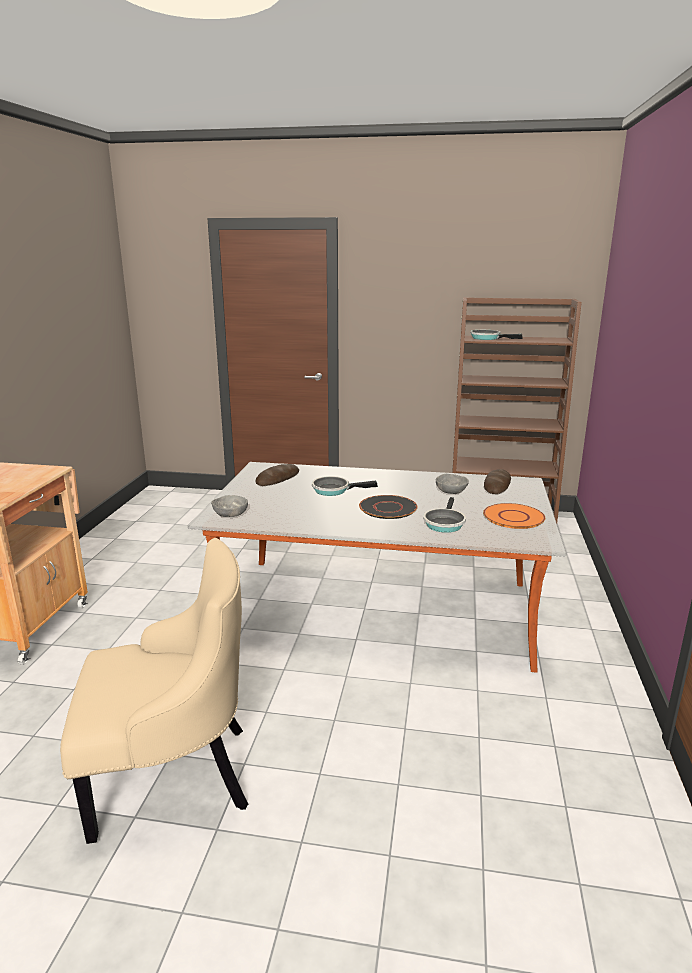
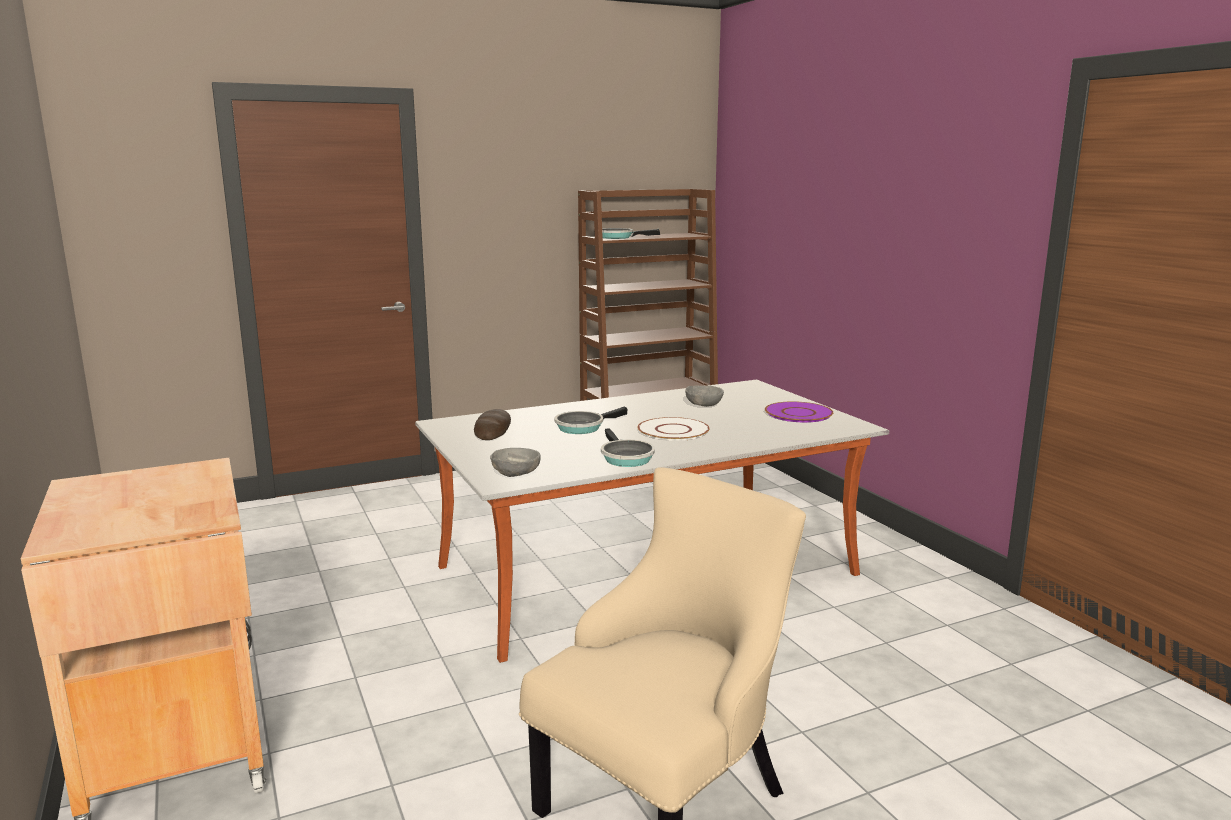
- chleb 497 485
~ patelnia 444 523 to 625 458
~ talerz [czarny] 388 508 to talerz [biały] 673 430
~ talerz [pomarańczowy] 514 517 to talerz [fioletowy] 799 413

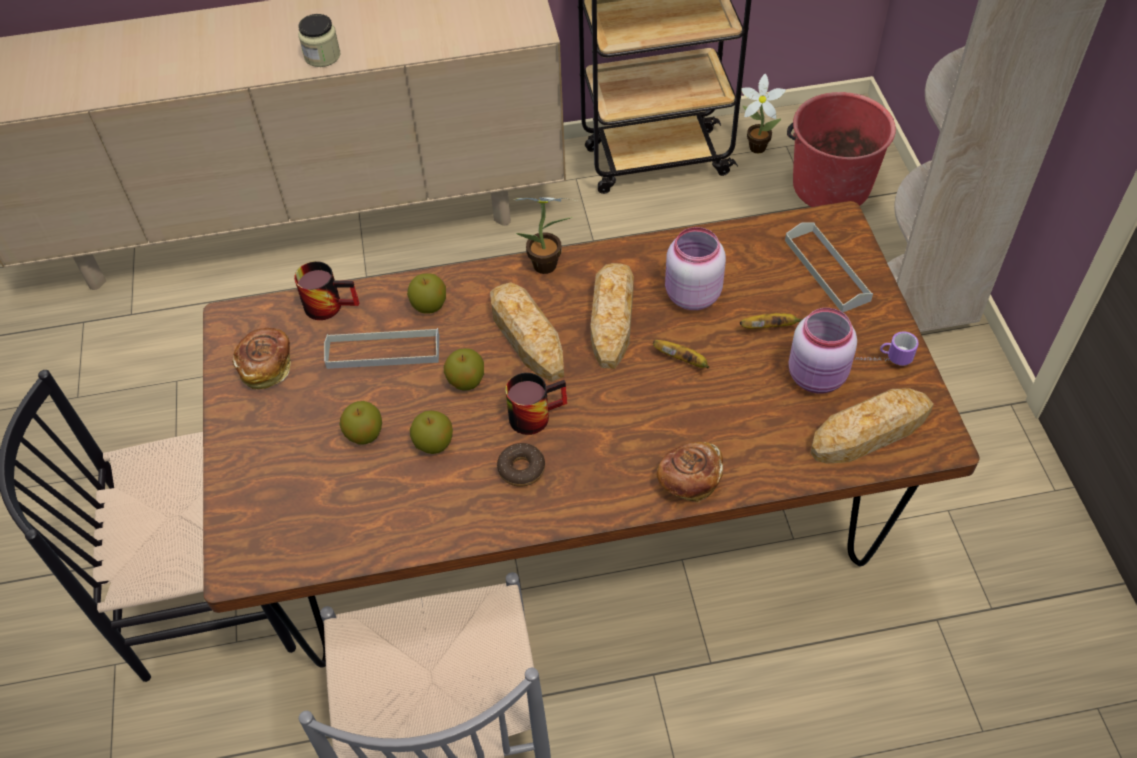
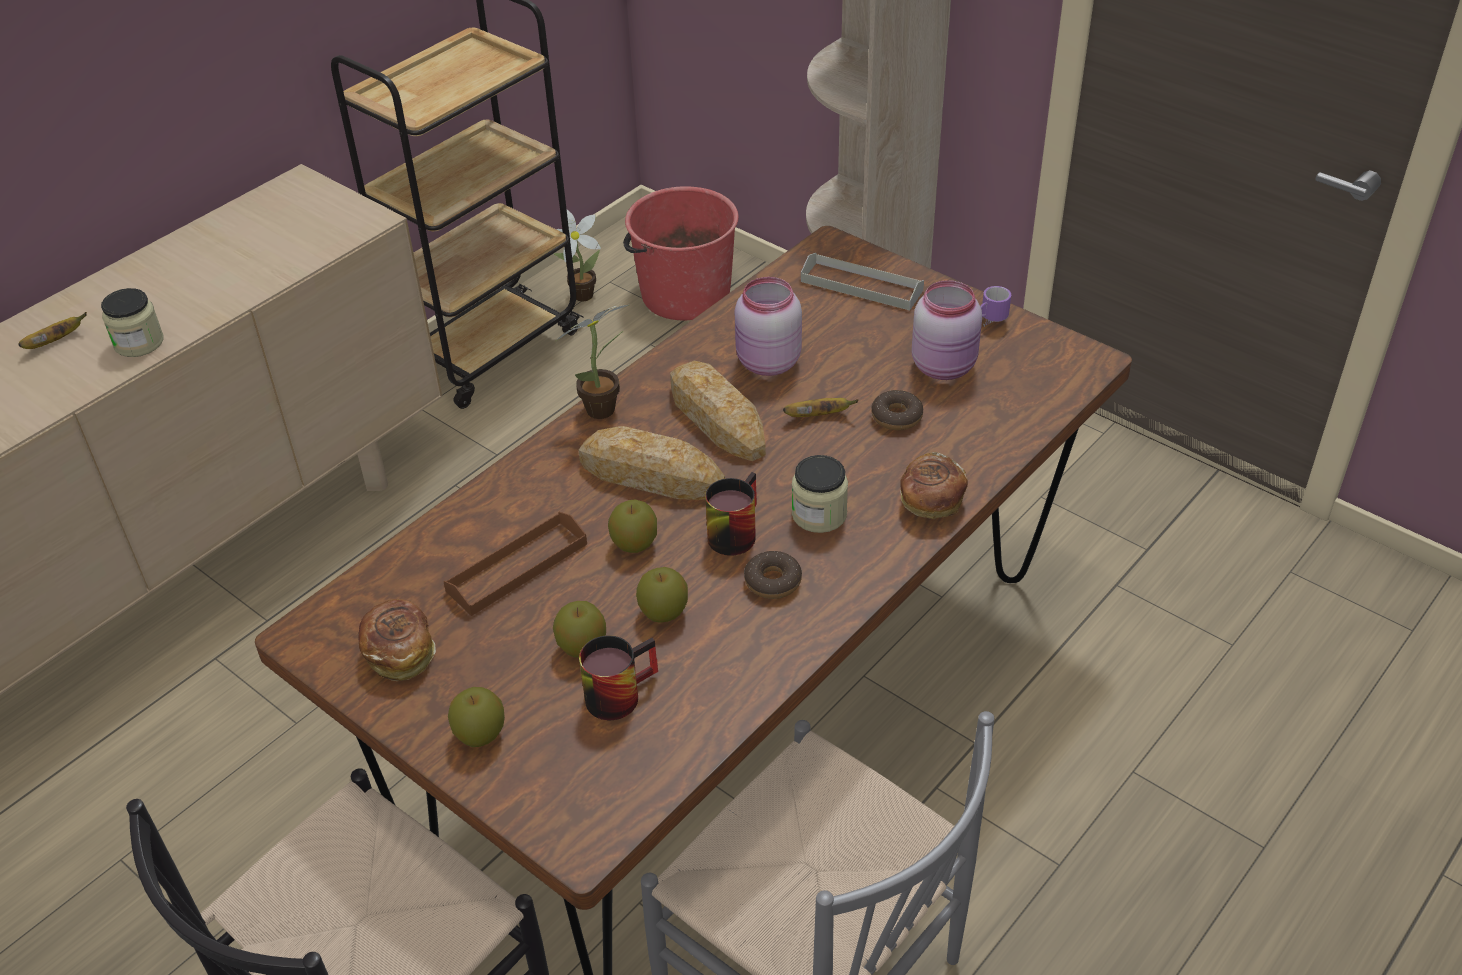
- chleb 871 431
+ słoik 819 514
+ donut 896 417
~ kubek 330 303 to 617 691
~ jabłko 429 306 to 480 734
~ banan 769 327 to 55 341
~ taca [szary] 383 351 to taca [brązowy] 517 567

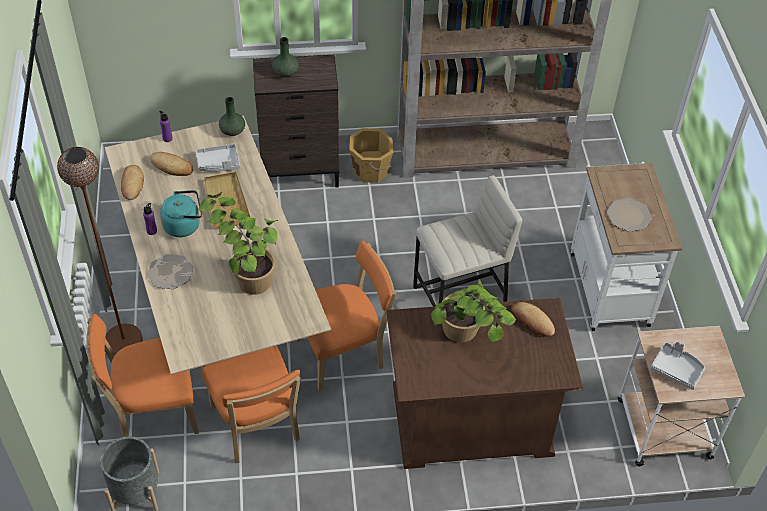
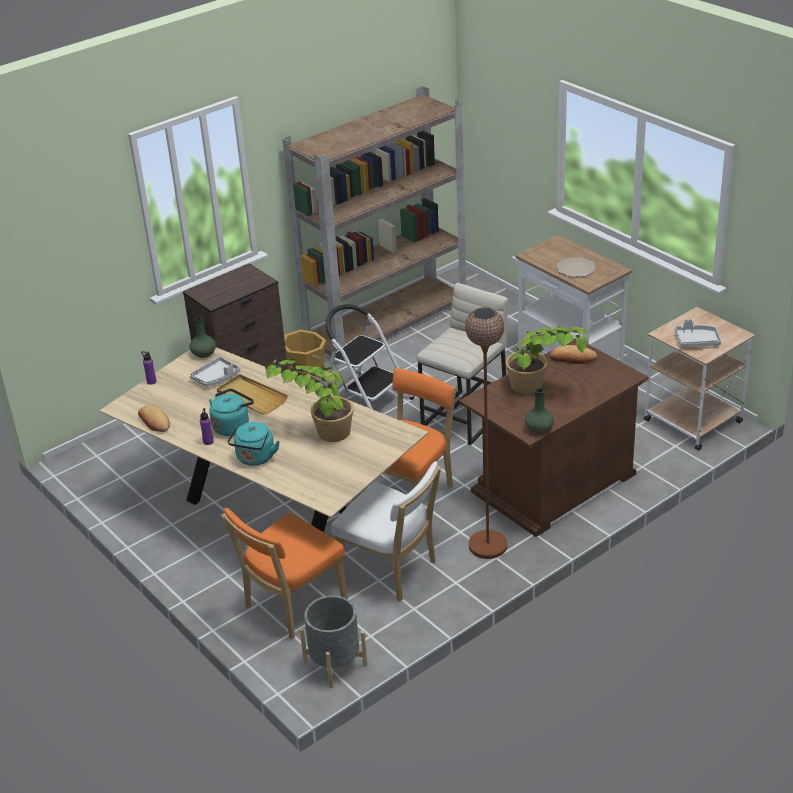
- chleb 171 166
+ drabinka 366 401
~ lampa stojąca [brązowy] 123 341 to 488 546
~ wazon [zielony] 286 72 to 539 428
~ talerz 169 272 to czajnik [turkusowy] 255 459
~ krzesło [pomarańczowy] 257 427 to krzesło [biały] 391 571

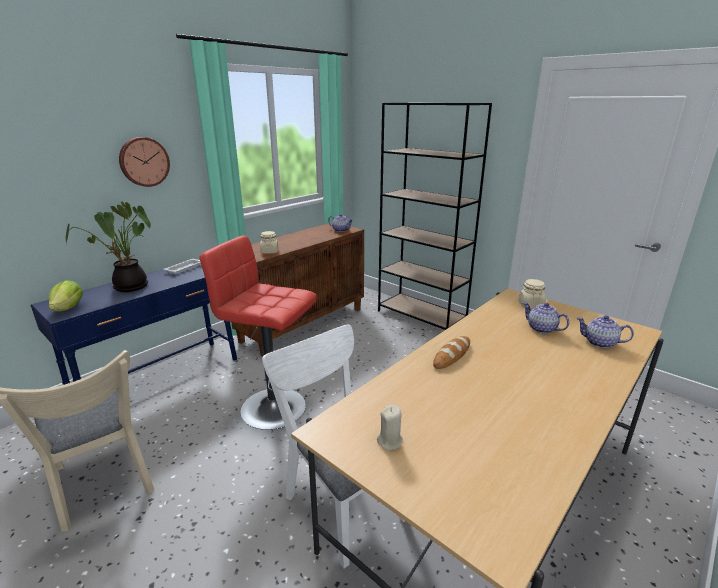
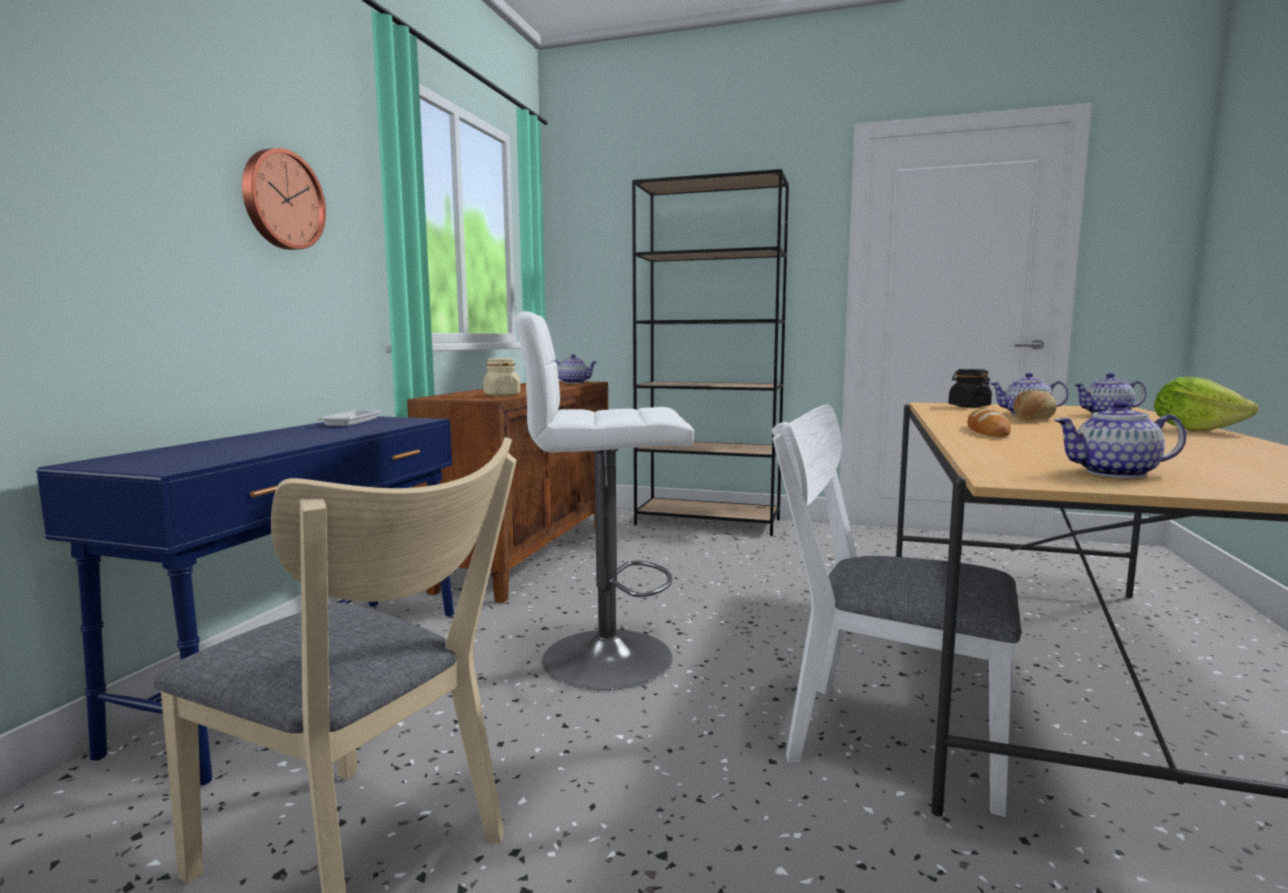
- roślina doniczkowa 128 288
+ chleb 1033 419
~ sałata 68 308 to 1195 429
~ świeca [beżowy] 390 441 to imbryk 1114 473
~ stołek [czerwony] 273 407 to stołek [biały] 606 658
~ słoik [beżowy] 530 305 to słoik [czarny] 968 406

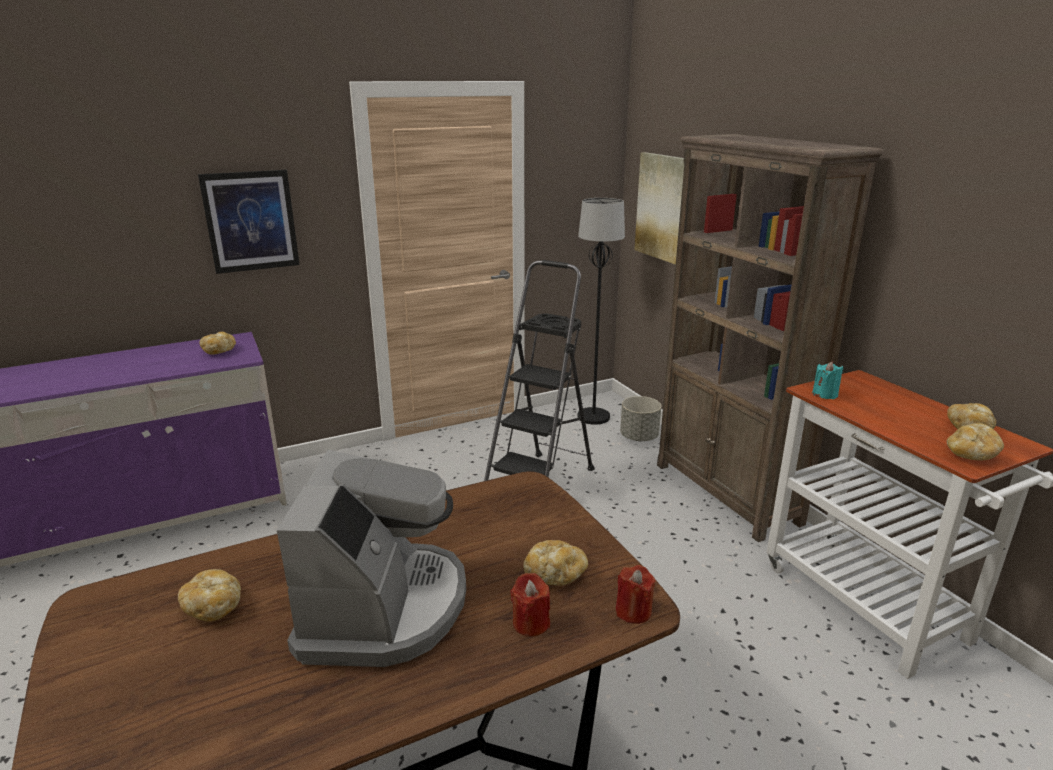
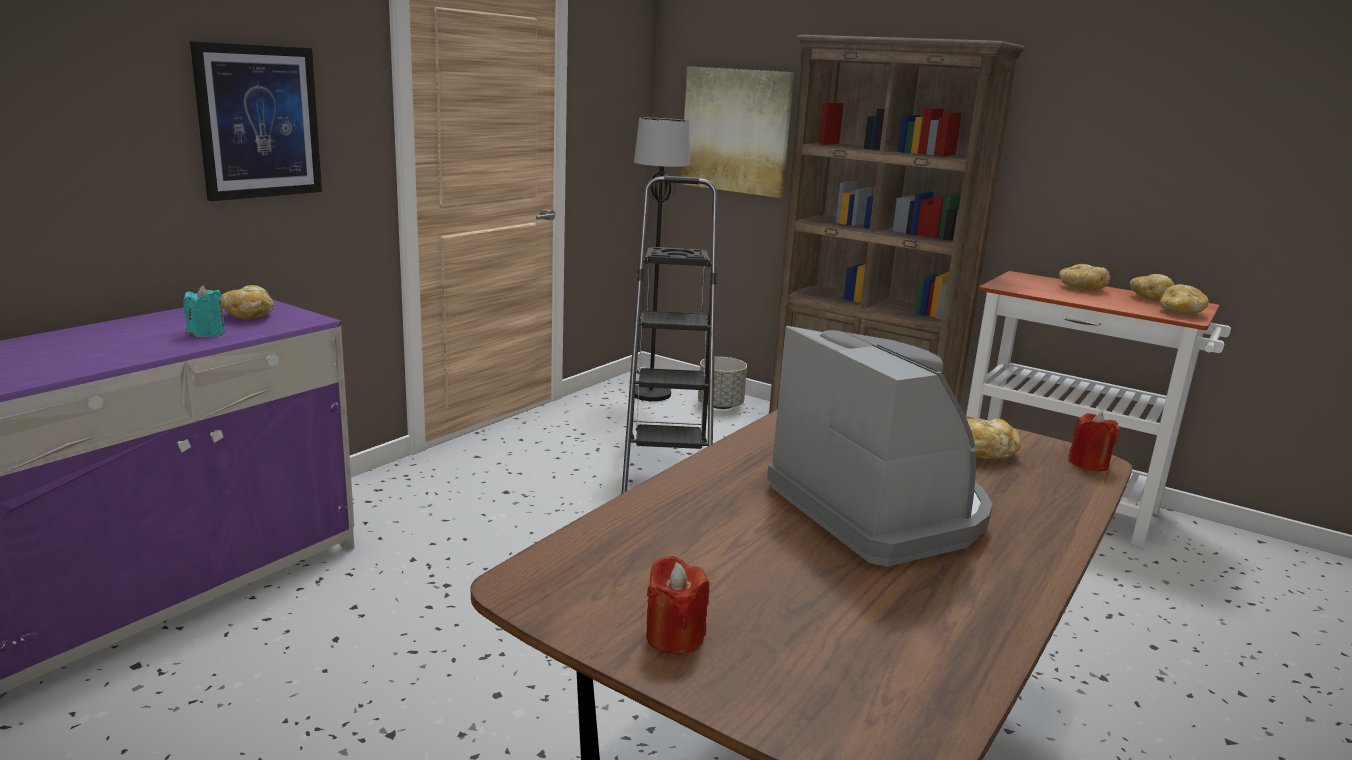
~ chleb 213 606 to 1081 288
~ świeca [czerwony] 530 623 to 674 637
~ świeca [turkusowy] 825 394 to 207 333

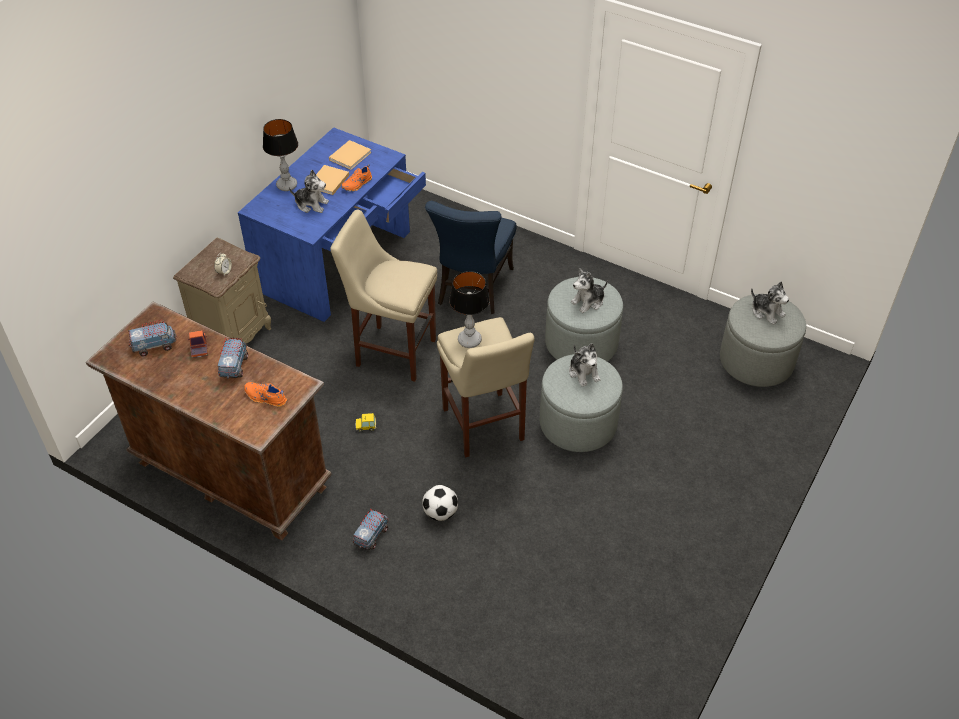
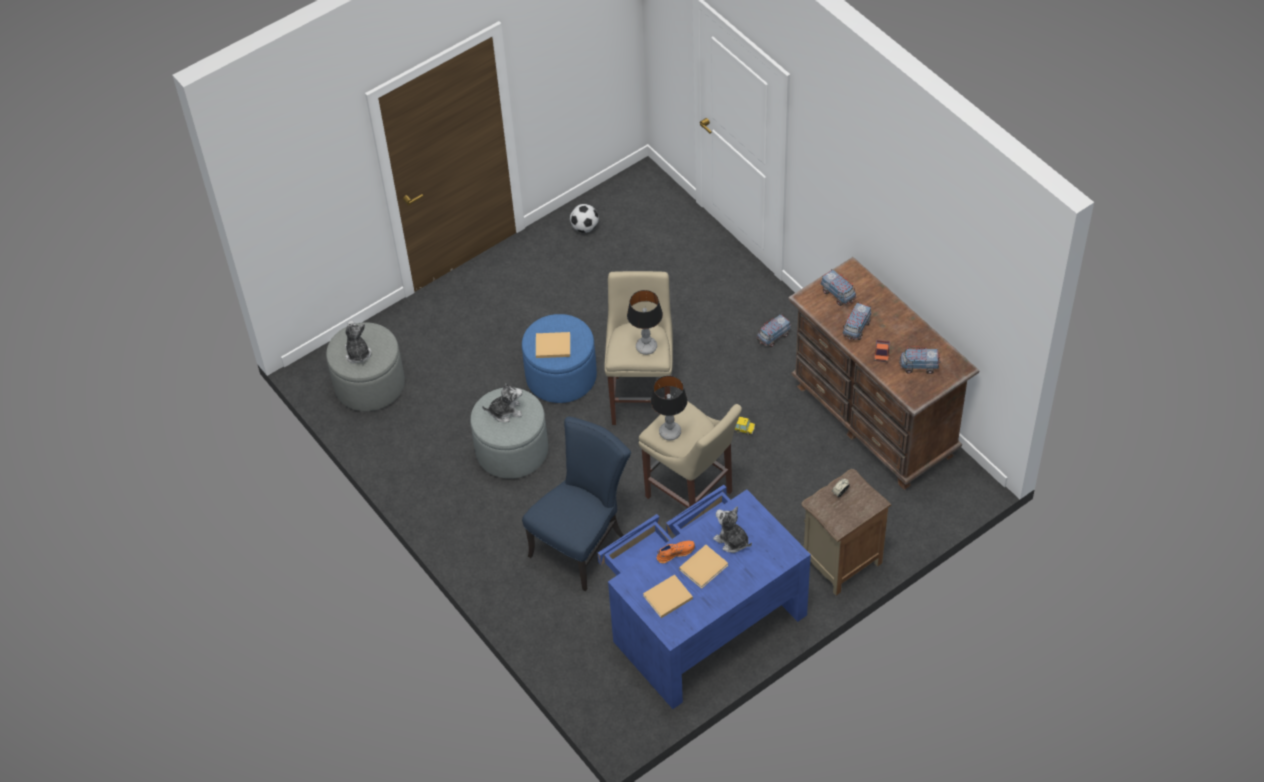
~ lampa stołowa 287 186 to 670 432
~ piłka futbolowa 440 513 to 585 227
~ but [pomarańczowy] 265 398 to ciężarówka zabawkowa 838 294
~ pluszak 584 372 to książka [beżowy] 551 346
~ pufa [szary] 578 423 to pufa [niebieski] 561 376

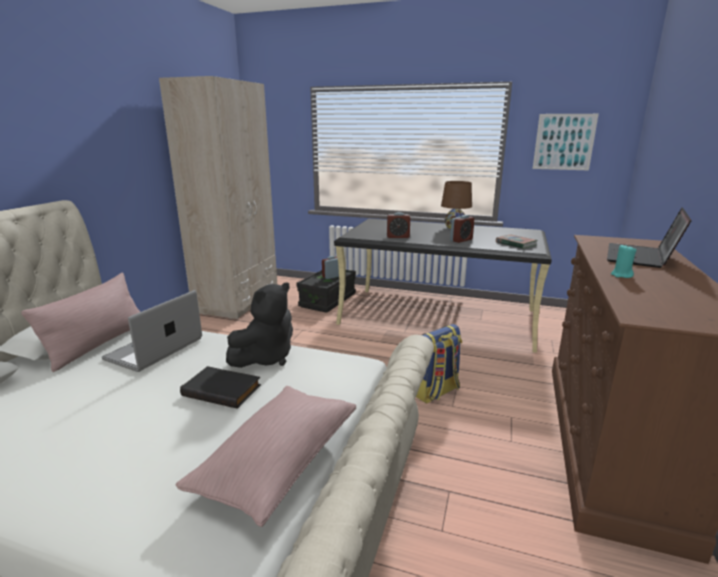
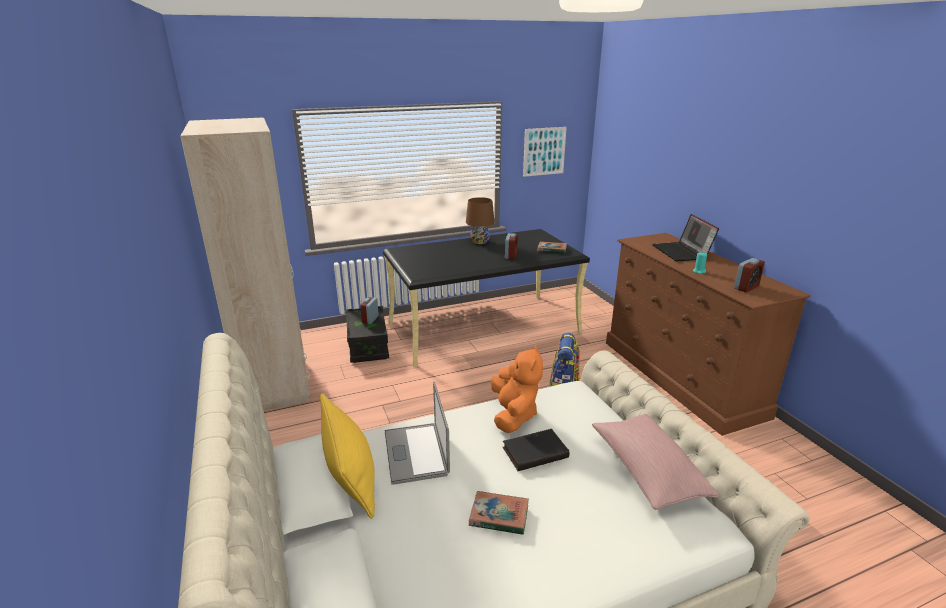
+ książka 499 516
~ budzik 398 237 to 746 287
~ poduszka [różowy] 99 343 to poduszka [żółty] 350 476
~ pluszak [czarny] 266 358 to pluszak [pomarańczowy] 513 415

